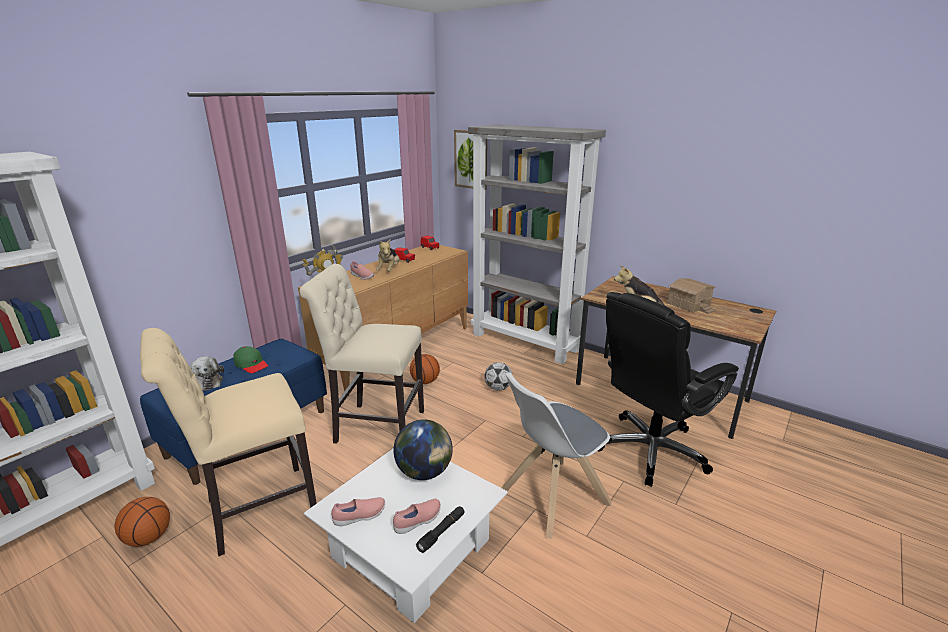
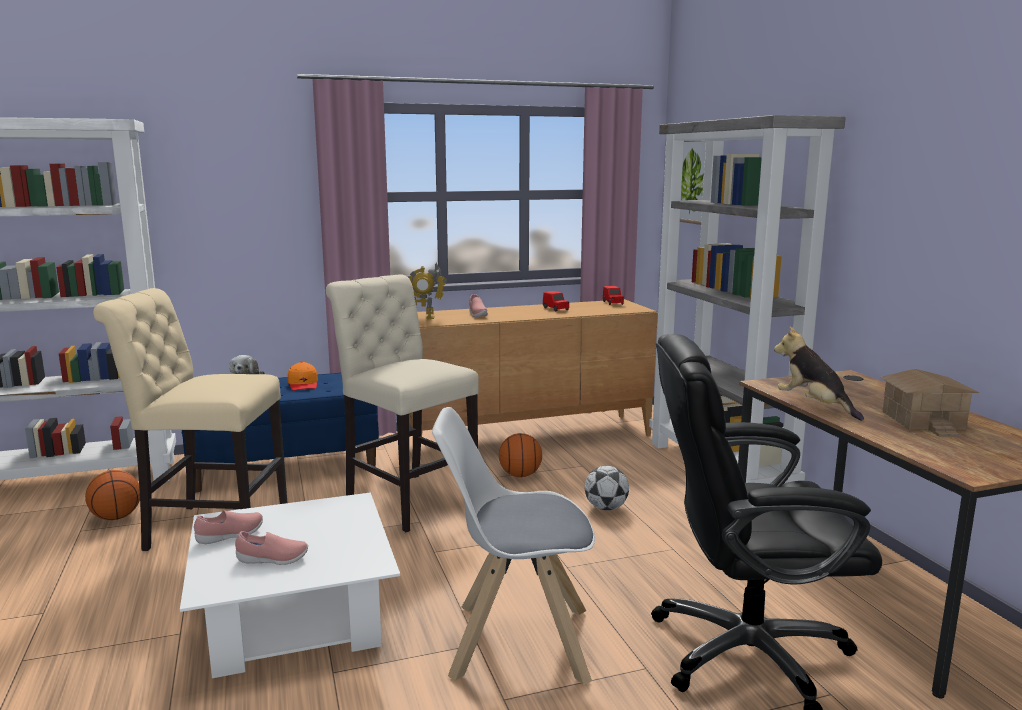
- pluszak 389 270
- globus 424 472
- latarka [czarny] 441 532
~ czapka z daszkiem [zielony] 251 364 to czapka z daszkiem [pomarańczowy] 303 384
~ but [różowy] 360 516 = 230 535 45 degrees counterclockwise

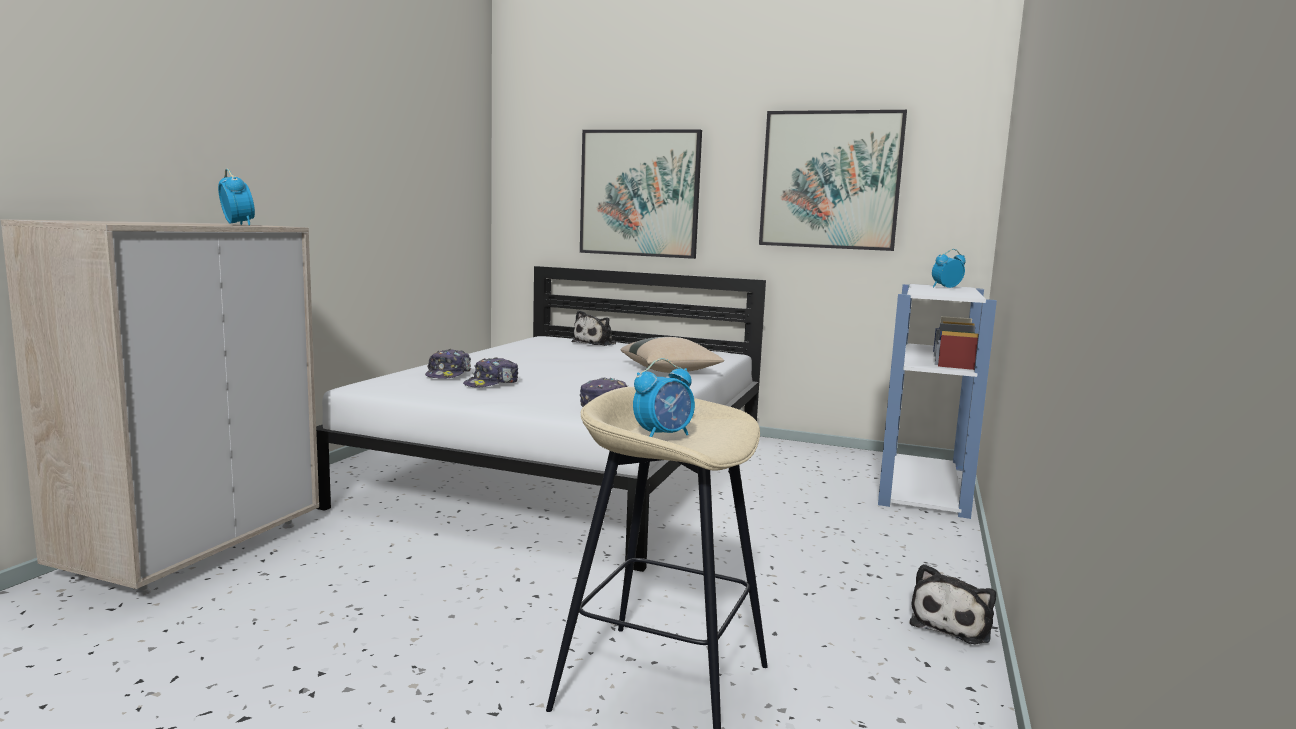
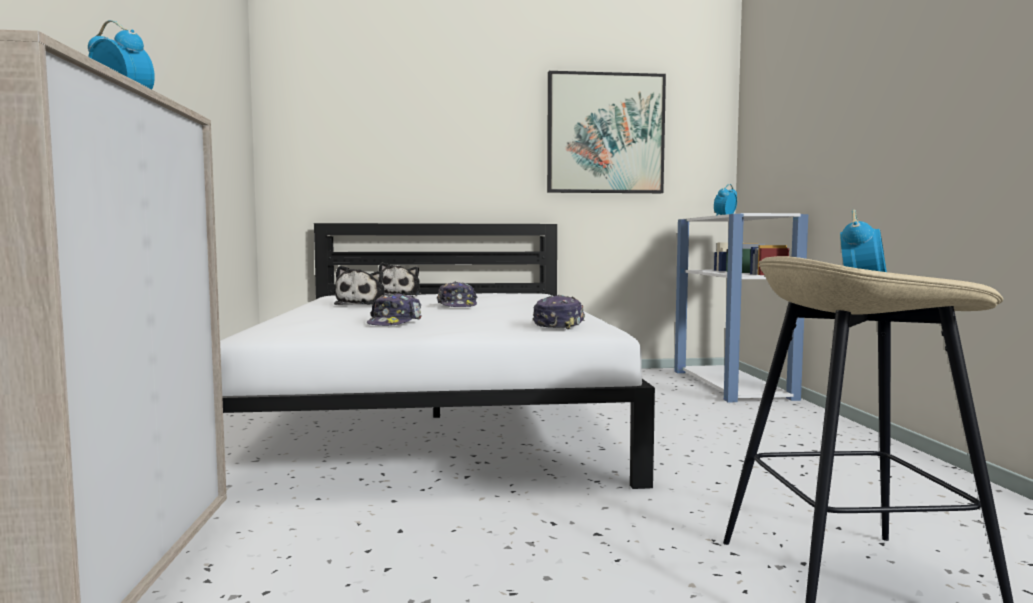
- obraz 639 193
- poduszka [beżowy] 670 371
~ czapka z daszkiem 449 374 to 457 305
~ pluszak 953 624 to 363 304

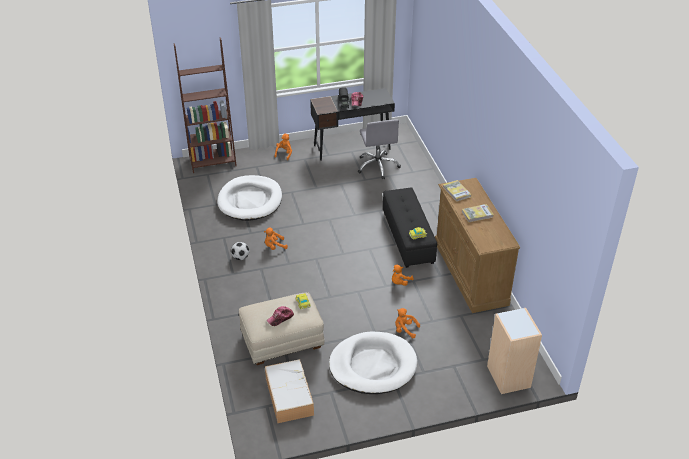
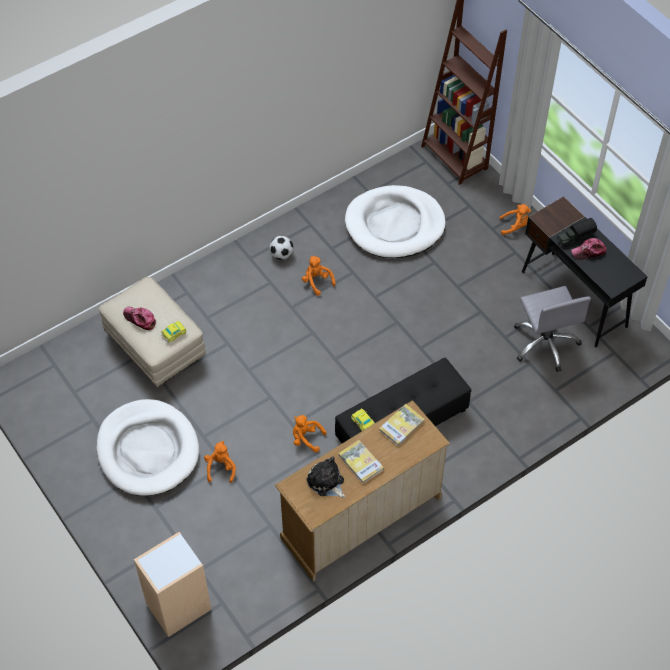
- pojemnik do przechowywania 288 395
+ pluszak 326 482
~ krzesło biurowe [szary] 378 166 = 545 343 75 degrees counterclockwise

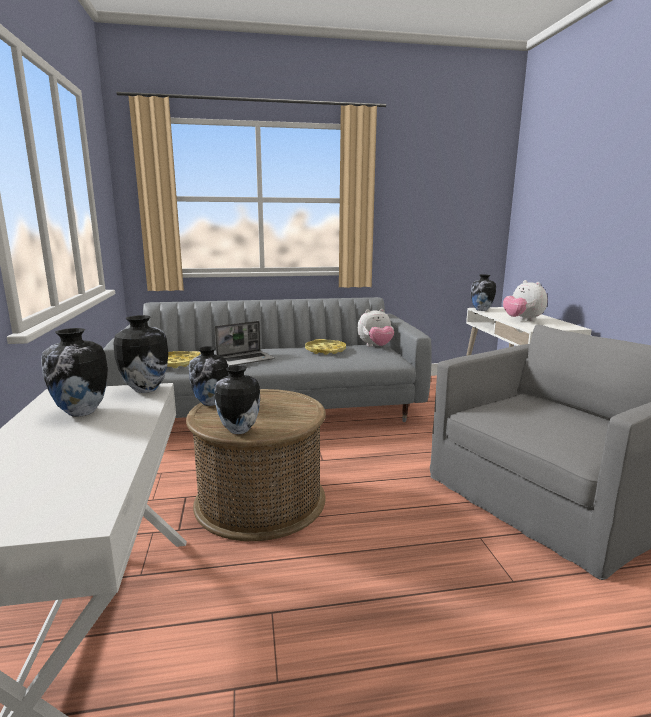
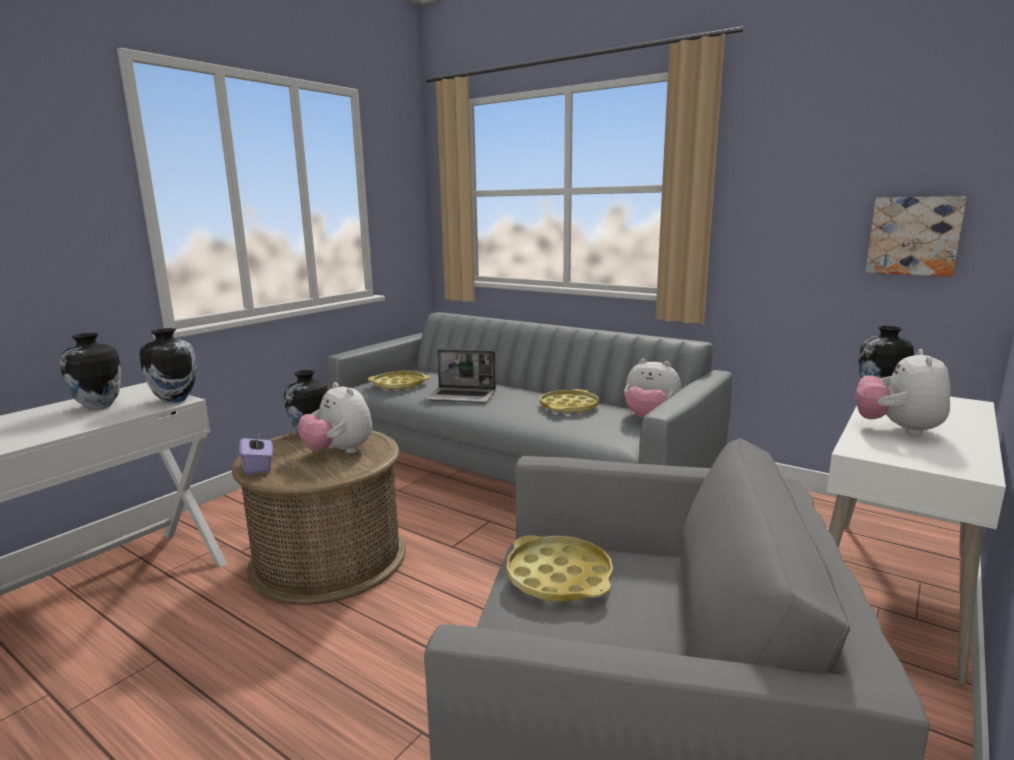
+ pluszak 339 452
+ taca [żółty] 559 577
+ obraz 914 236
~ wazon 238 430 to pudełko chusteczek [fioletowy] 259 467

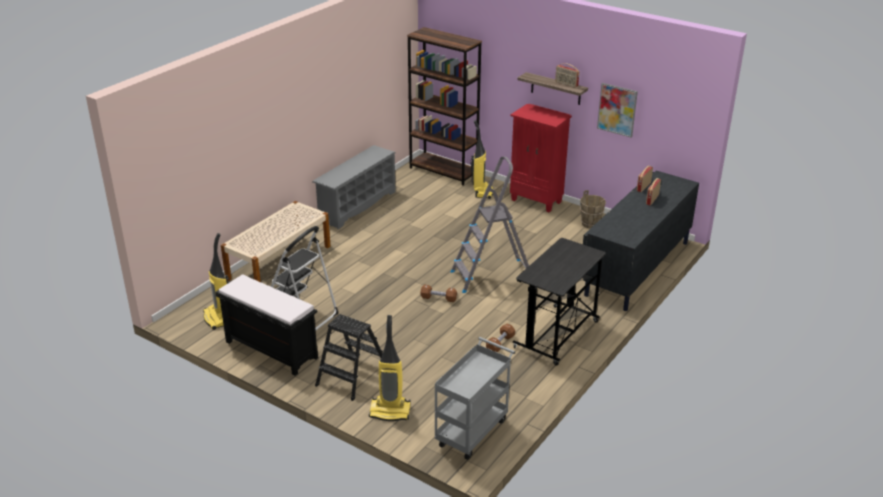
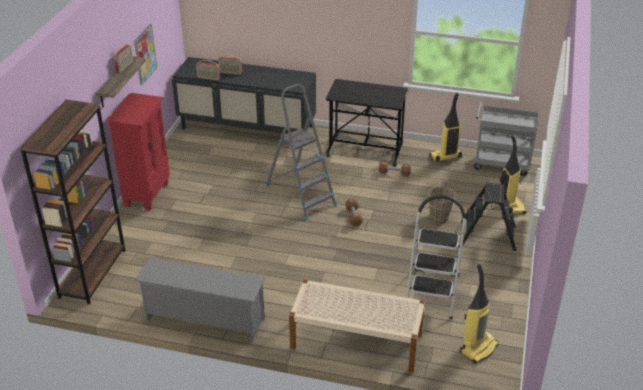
- ławka [czarny] 270 350
~ odkurzacz 482 191 to 445 157
~ wiadro [brązowy] 590 224 to 439 216

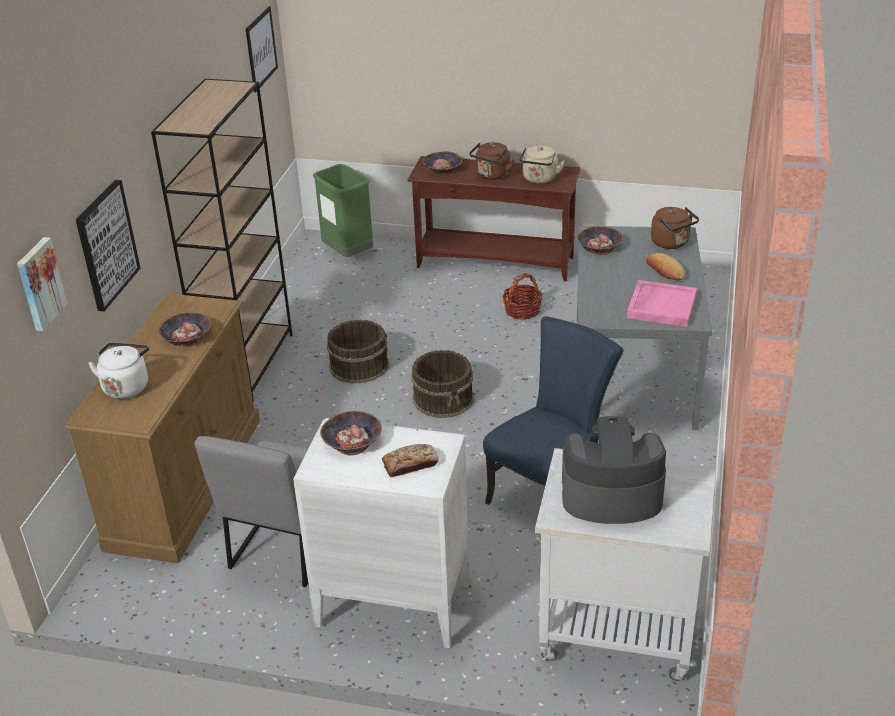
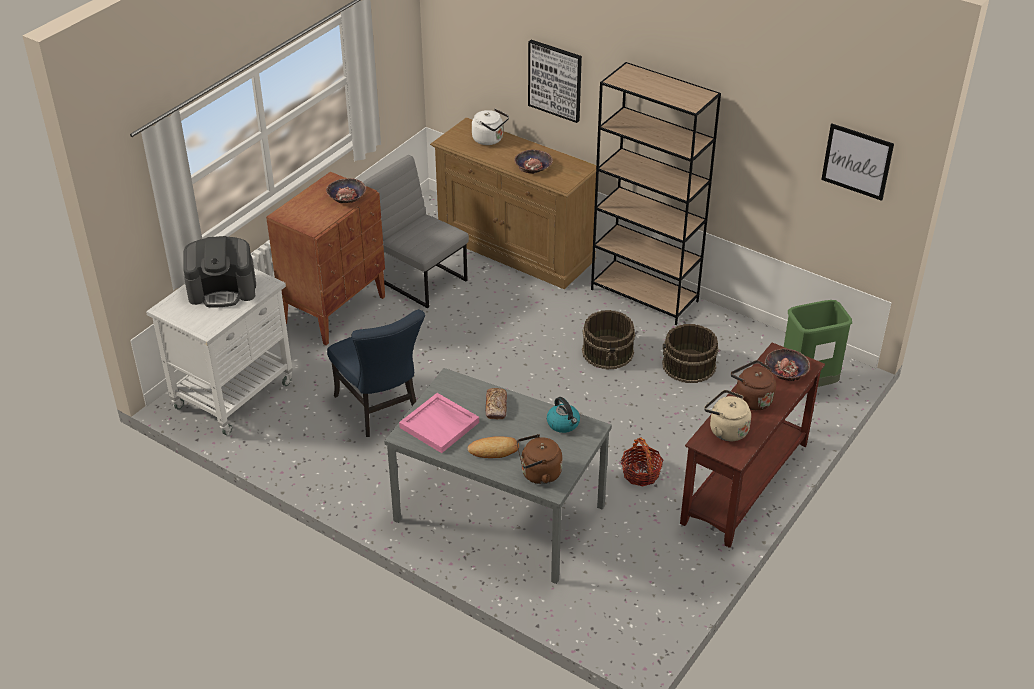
- obraz 39 283
~ chleb 410 464 to 496 407
~ wiadro [brązowy] 443 398 to 689 366
~ miska 599 246 to czajnik 563 424
~ komoda [biały] 392 602 to komoda [brązowy] 336 310
~ ekspres do kawy 610 495 = 223 290 60 degrees clockwise

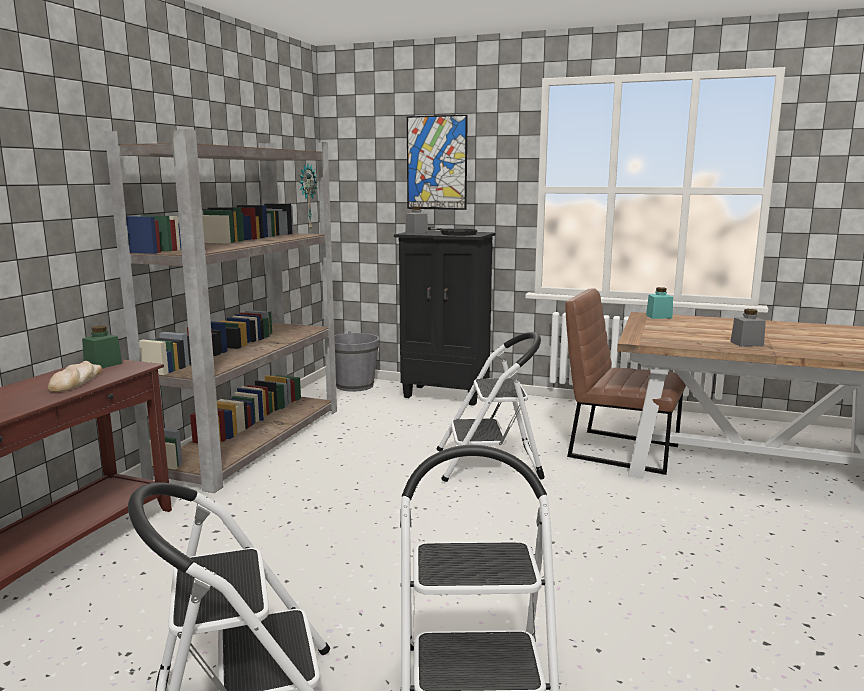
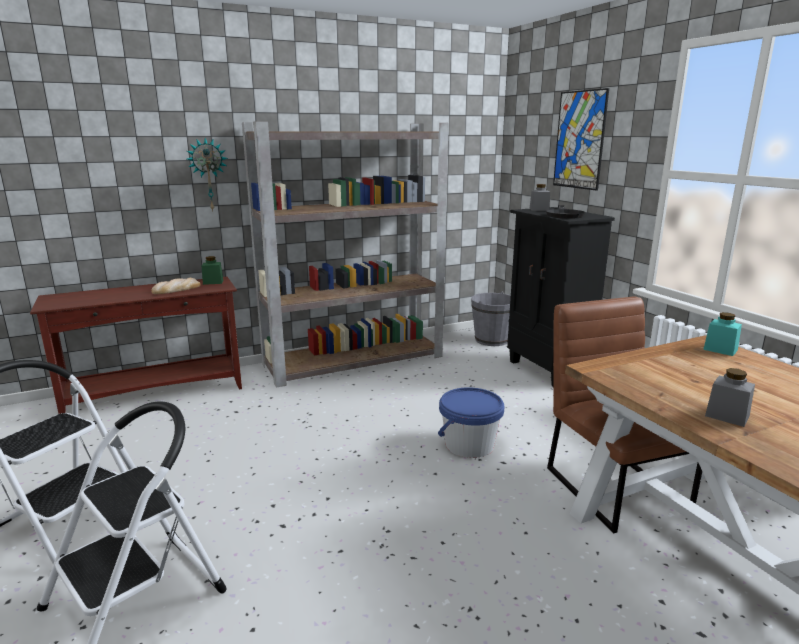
~ zegar ścienny 306 197 to 208 175
~ drabinka 492 464 to wiadro [niebieski] 469 445

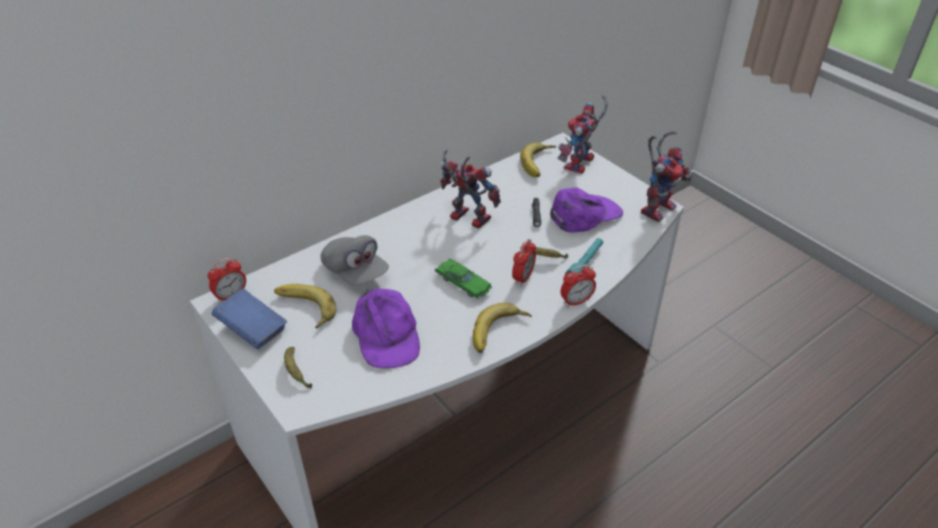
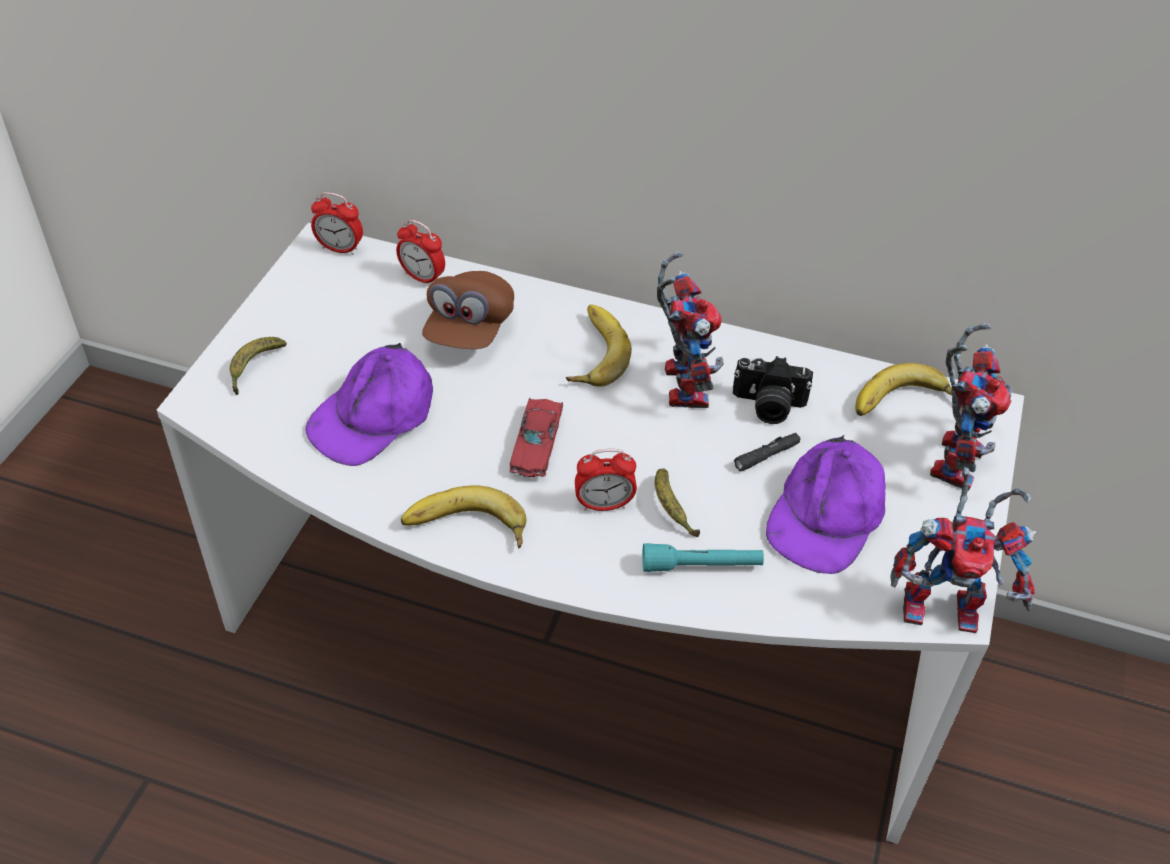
- książka [niebieski] 253 330
+ aparat fotograficzny 768 406
~ banan 303 309 to 591 352
~ budzik 576 301 to 422 277
~ czapka z daszkiem [szary] 355 272 to czapka z daszkiem [brązowy] 469 329
~ samochodzik [zielony] 463 283 to samochodzik [czerwony] 536 444
~ czapka z daszkiem [fioletowy] 584 215 = 825 515 90 degrees clockwise
~ robot zabawkowy 580 166 = 952 455 120 degrees clockwise

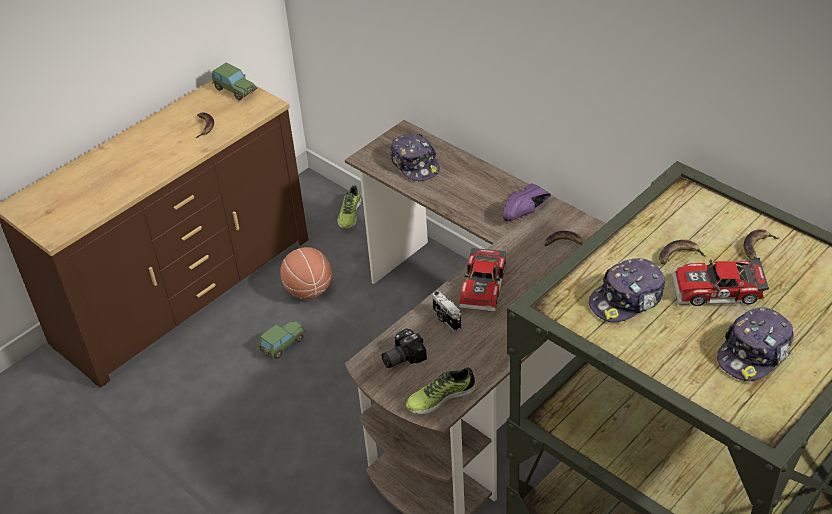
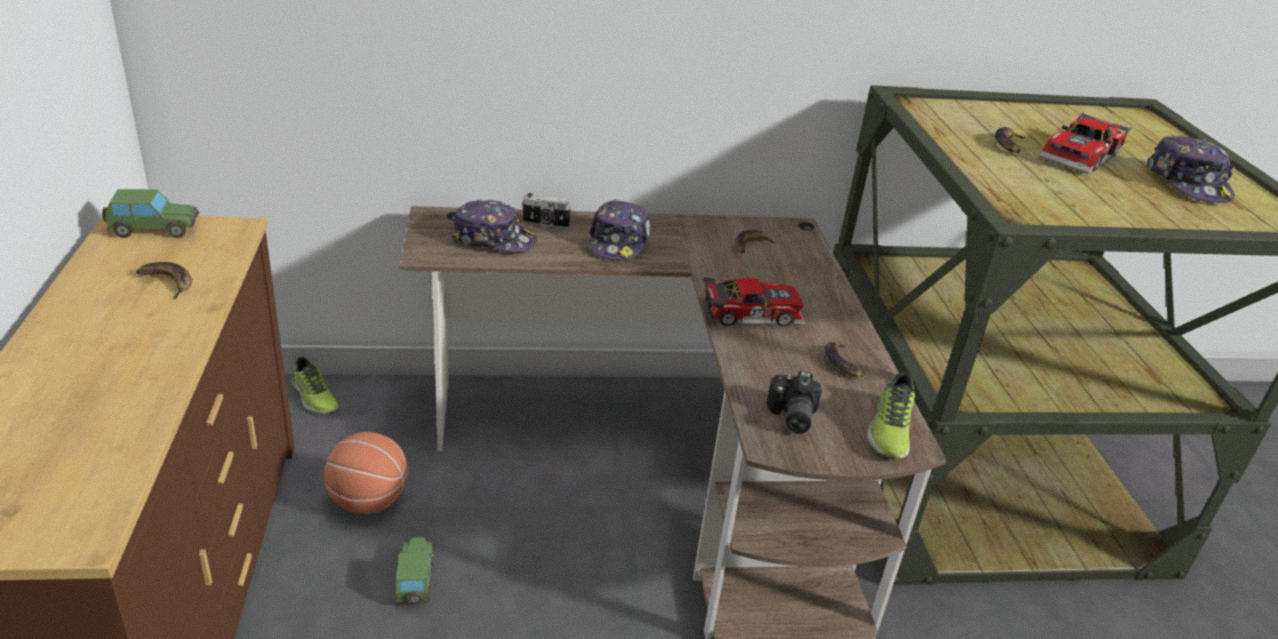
- but [fioletowy] 527 212
~ aparat fotograficzny 445 319 to 545 224
~ czapka z daszkiem 627 299 to 619 242
~ banan 757 247 to 842 362
~ samochodzik 485 287 = 751 311 60 degrees counterclockwise

